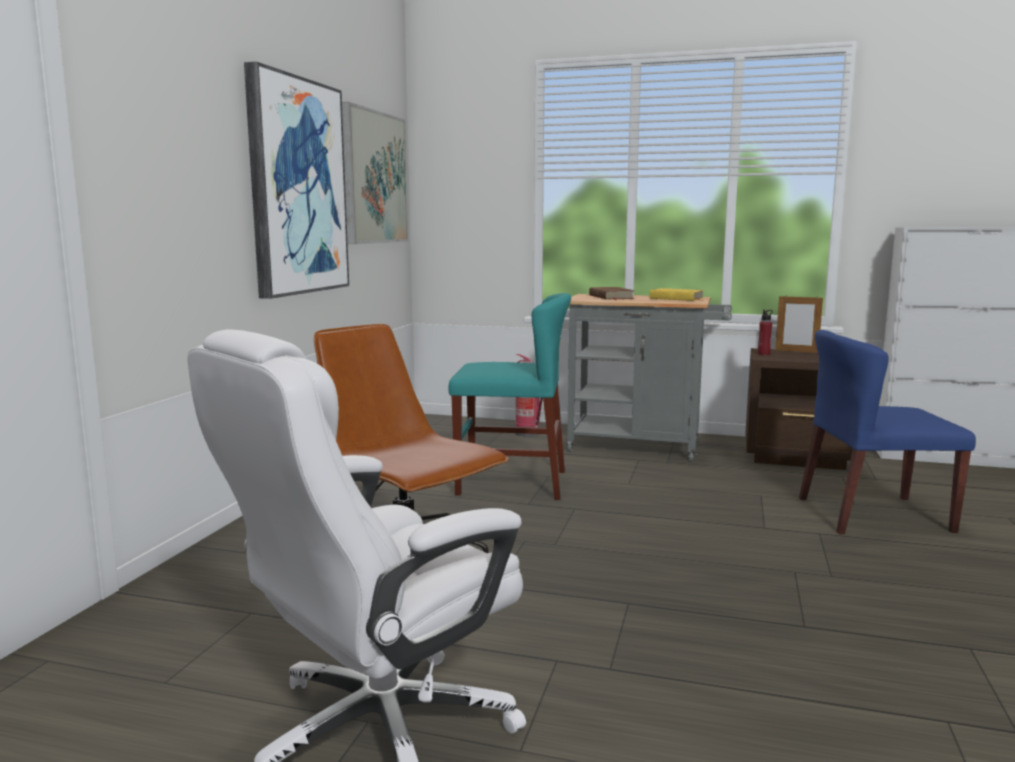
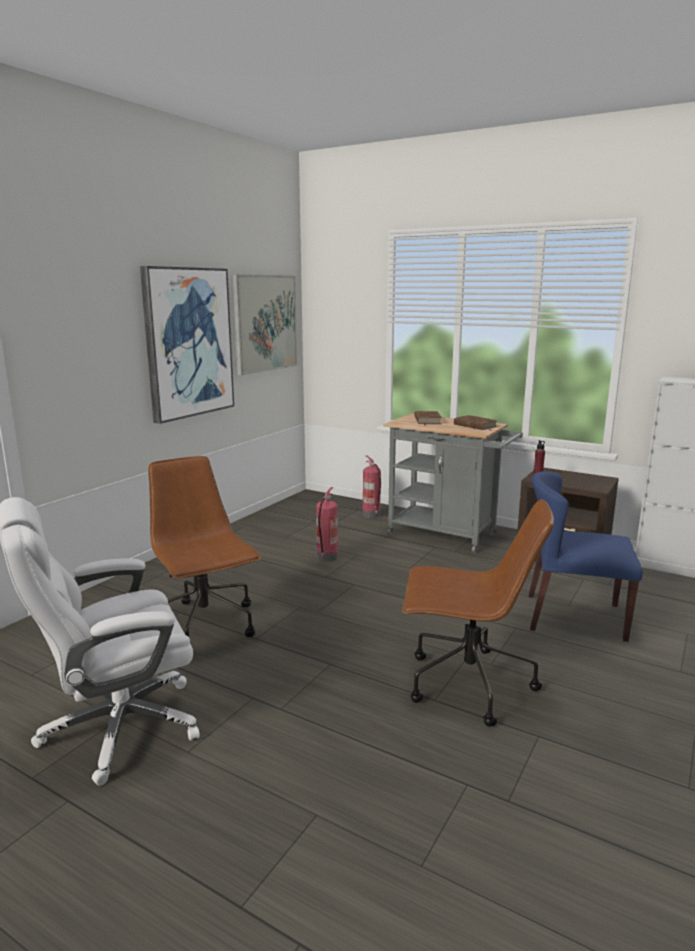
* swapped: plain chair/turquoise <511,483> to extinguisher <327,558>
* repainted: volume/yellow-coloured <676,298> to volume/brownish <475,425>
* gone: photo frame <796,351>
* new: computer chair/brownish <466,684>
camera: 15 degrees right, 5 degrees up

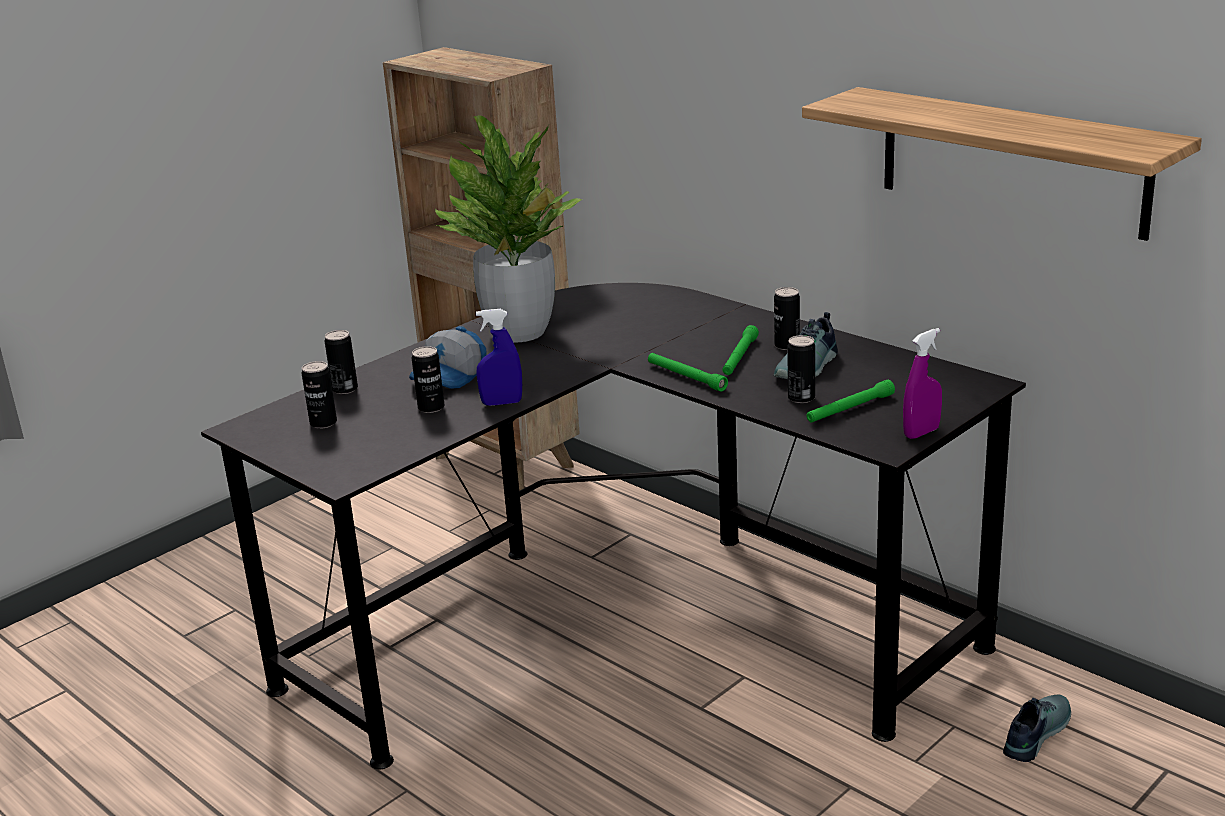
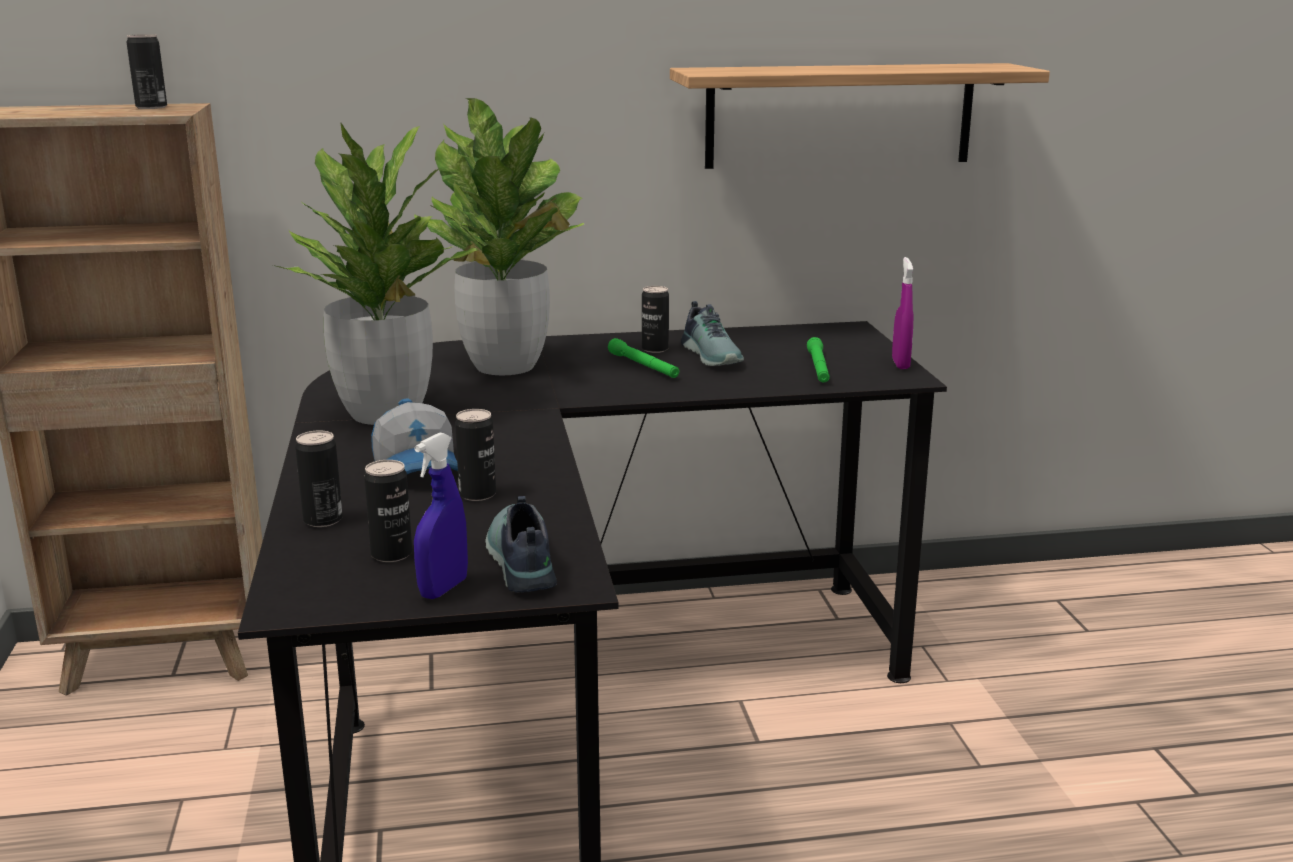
* shifted: sprayer/blue-coloured <502,403> to <443,588>
* gone: flashlight/green-coloured <686,377>
* shifted: metal can <801,398> to <151,107>
* shifted: item of footwear <1033,733> to <519,560>
* new: houseplant <506,366>
camera: 55 degrees left, 5 degrees down

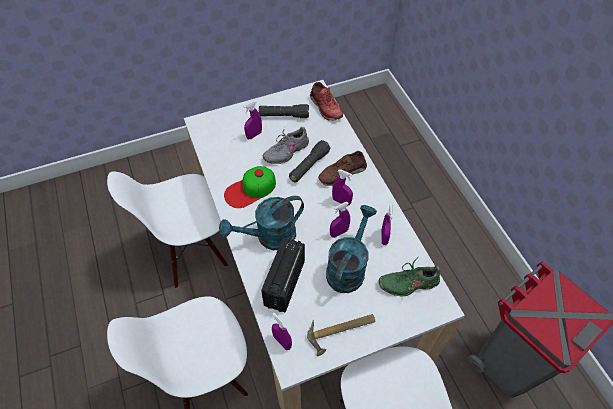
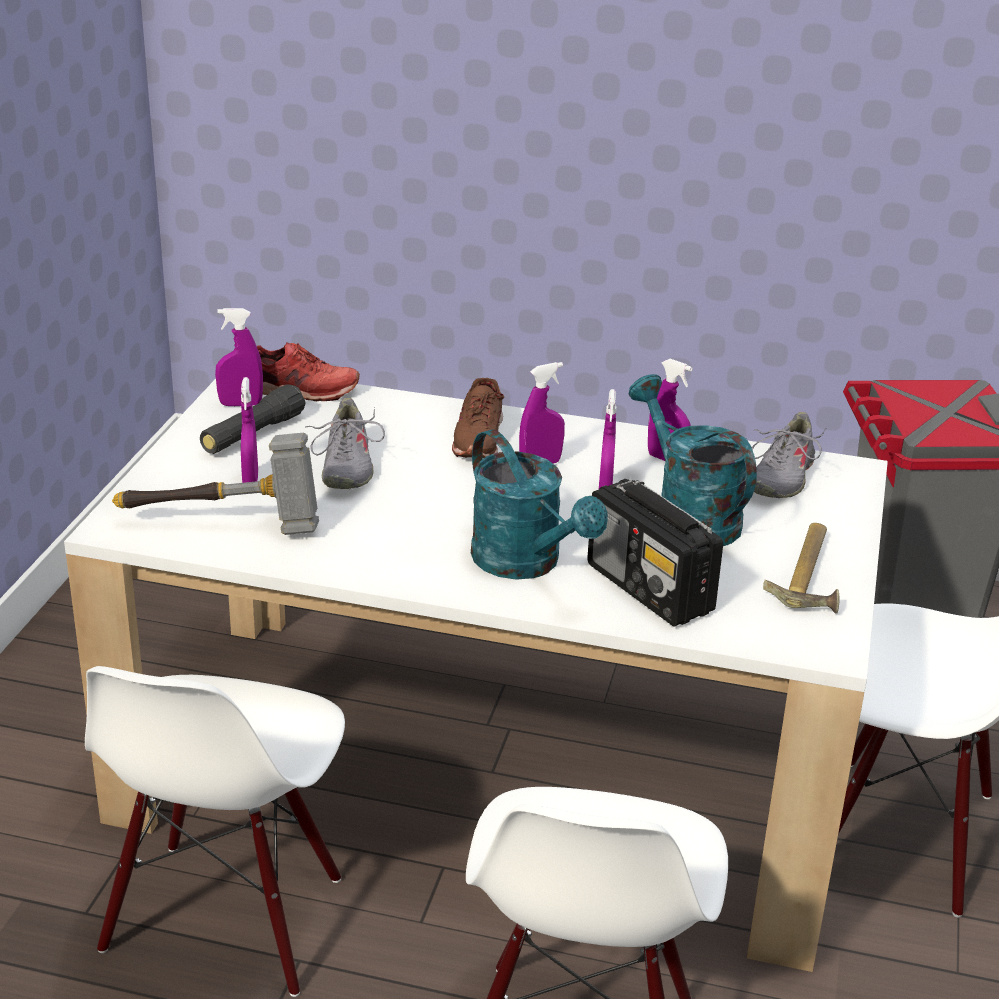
* rotated: sprinkling can/turquoise <269,237> = <526,564> 45 degrees counterclockwise
* gone: cap <250,189>
* shifted: sprayer/purplish <282,341> to <240,404>
* gone: flashlight/black-coloured <309,166>
* repainted: item of footwear/green-coloured <408,283> to item of footwear/greyish <780,477>
* new: hand hammer <226,526>
camera: 55 degrees left, 25 degrees down

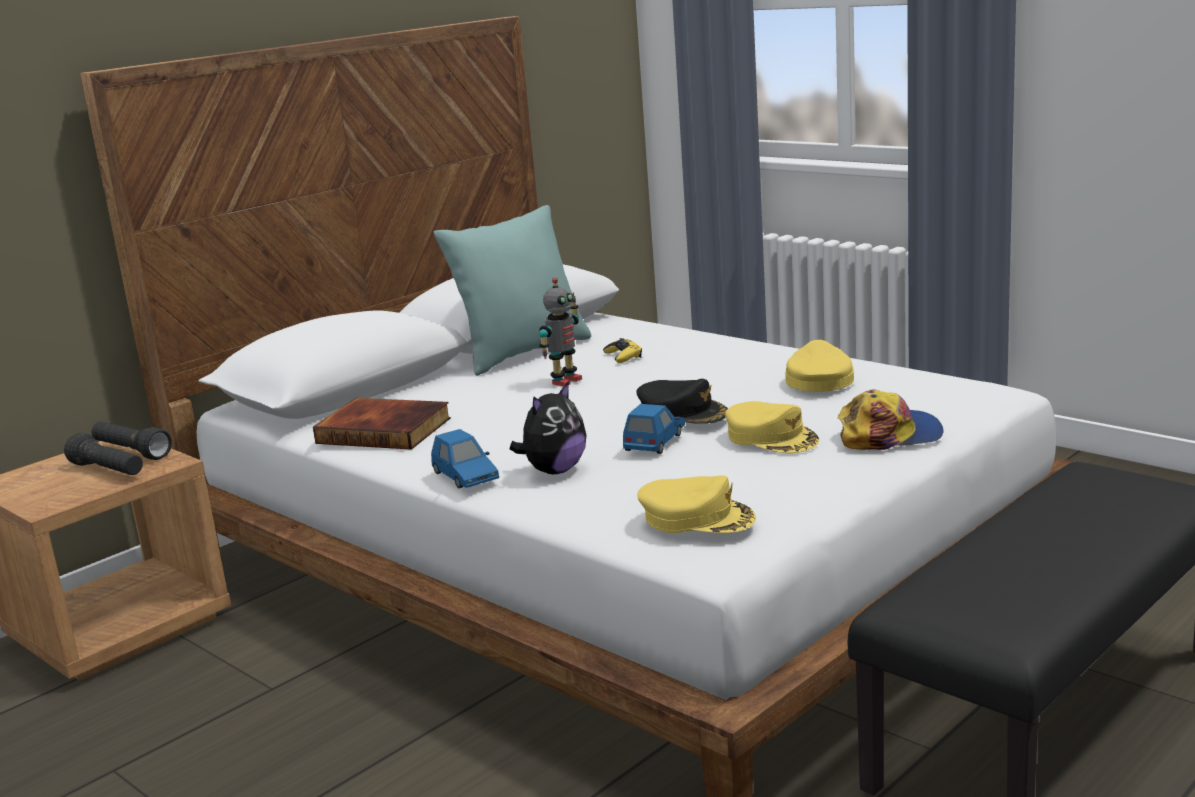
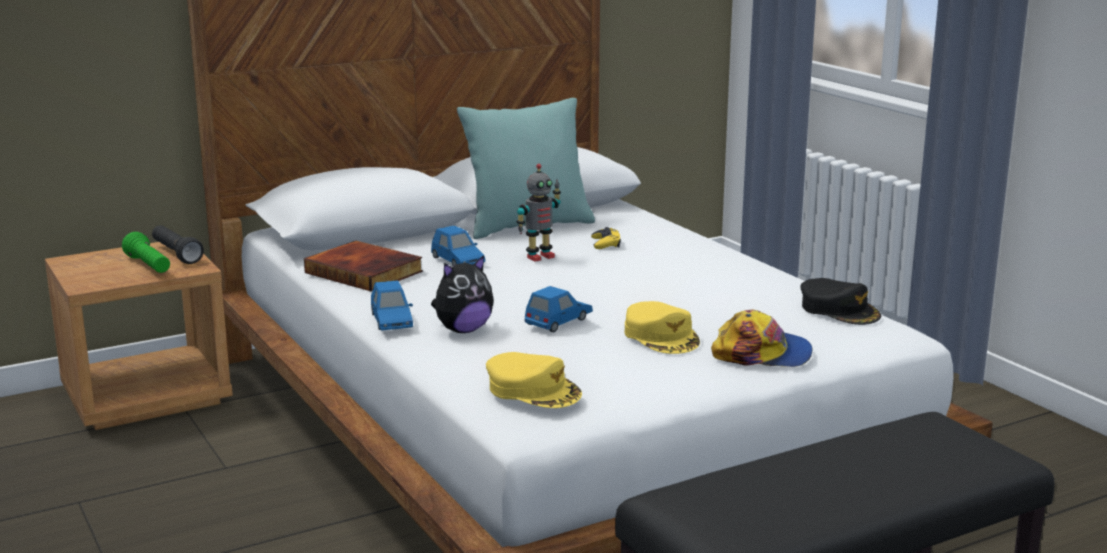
* repainted: flashlight/black-coloured <108,471> to flashlight/green-coloured <149,266>
* shifted: cap/black-coloured <683,412> to <839,310>
* gone: cap/yellow-coloured <818,380>
* new: model car/blue-coloured <457,261>
camera: 15 degrees right, 0 degrees up

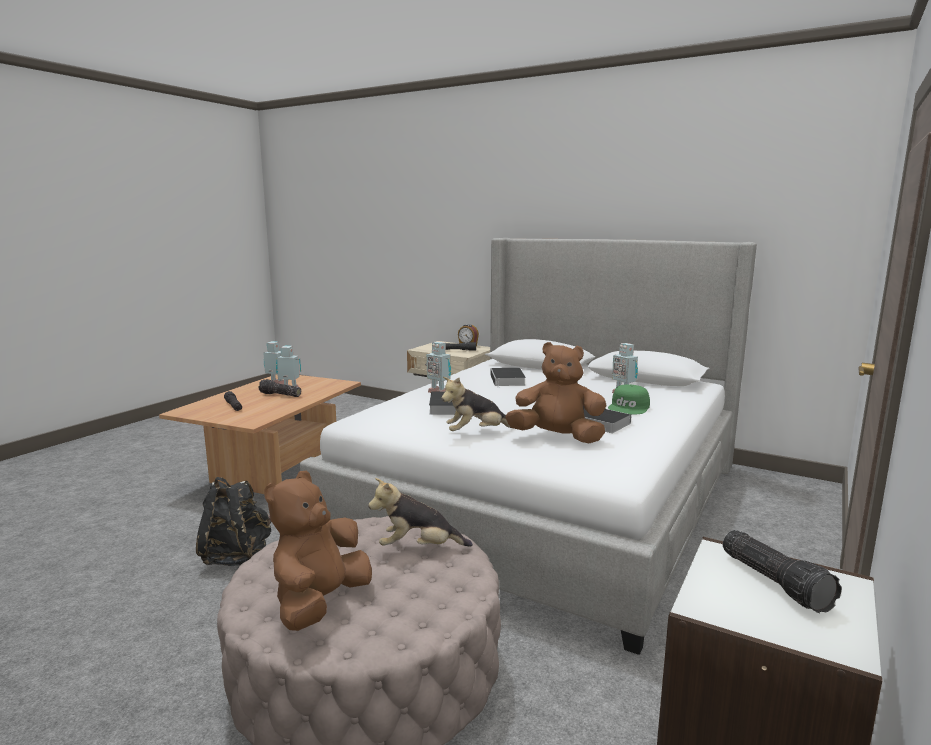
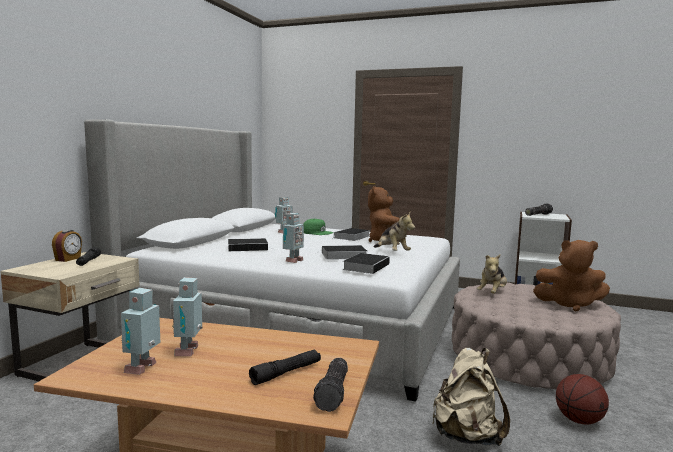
* repainted: knapsack/black-coloured <237,557> to knapsack/sand-coloured <467,436>
* shifted: flashlight <279,395> to <334,393>
* rotated: plush toy <418,548> = <492,293> 45 degrees clockwise
* new: volume <366,266>
* new: basketball ball <579,420>
camera: 100 degrees left, 5 degrees down

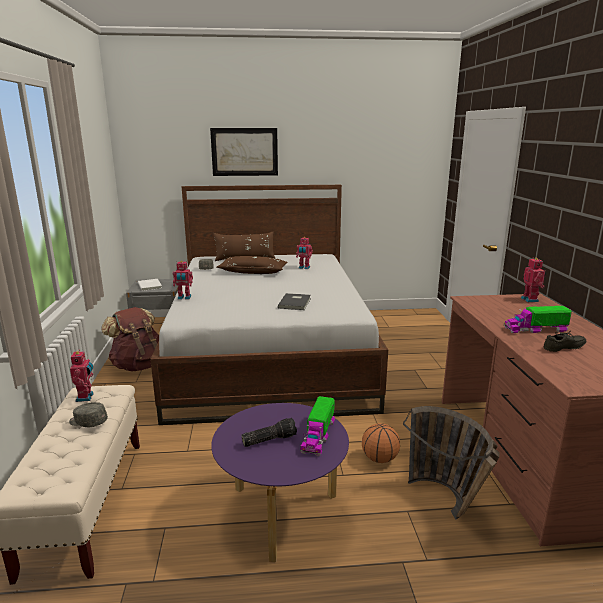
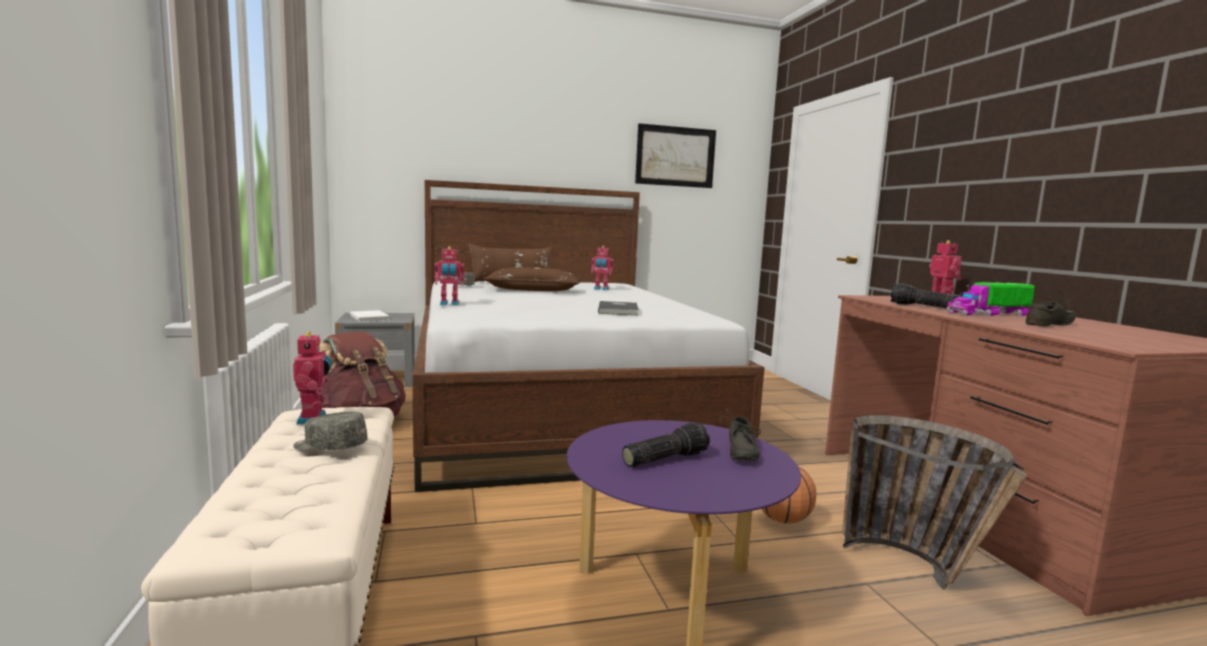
* shifted: wall art <244,152> to <675,156>
* swapped: model truck <318,435> to item of footwear/greyish <739,452>
* new: flashlight <922,307>
camera: 10 degrees left, 10 degrees down

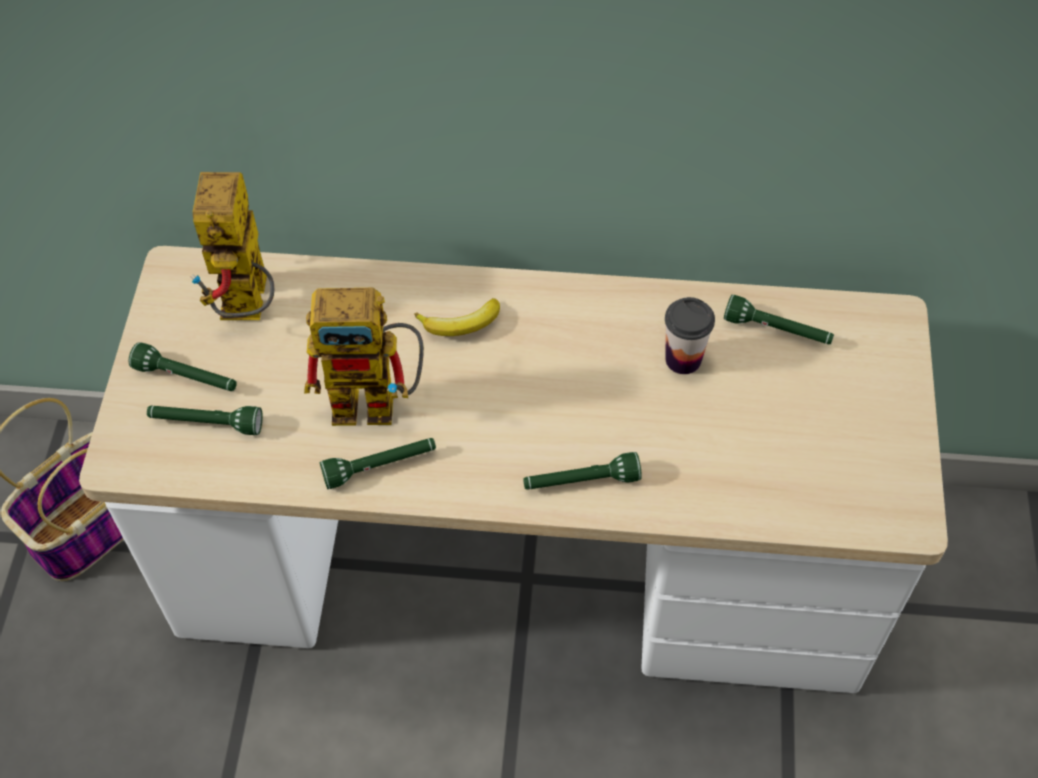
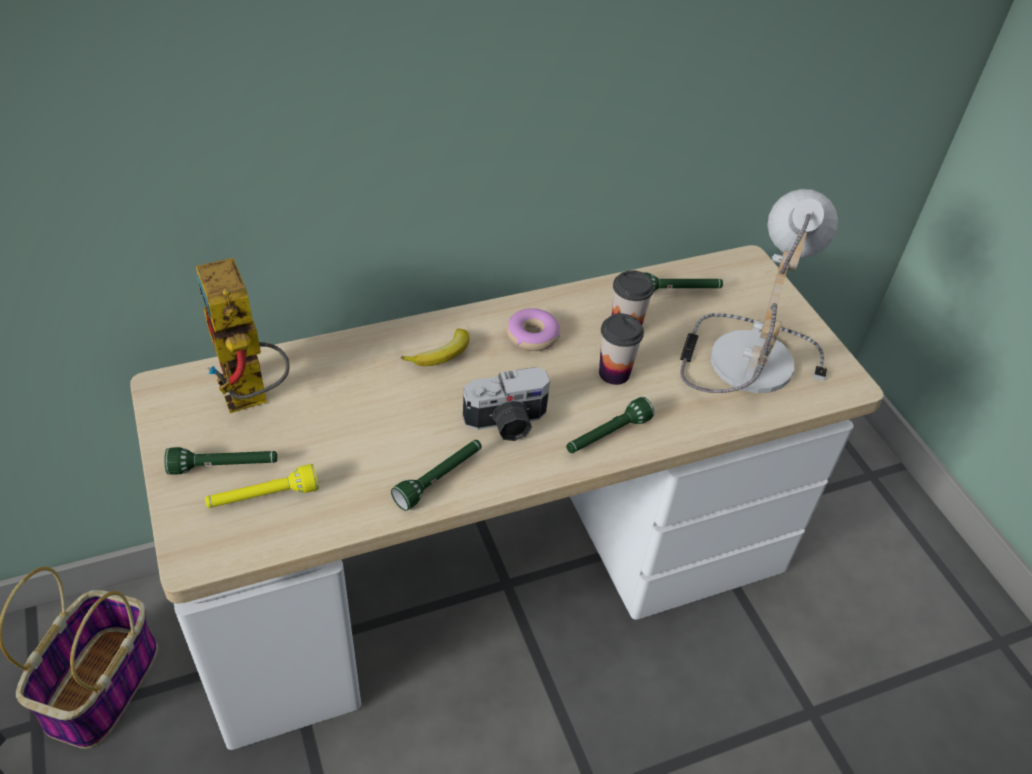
* repainted: flashlight/green-coloured <206,423> to flashlight/yellow-coloured <263,497>
* gone: model robot <378,400>
* new: photo camera <507,423>
* new: donut <532,336>
* new: drinking cup <614,373>
* new: tabletop lamp <744,357>
camera: 30 degrees left, 10 degrees down

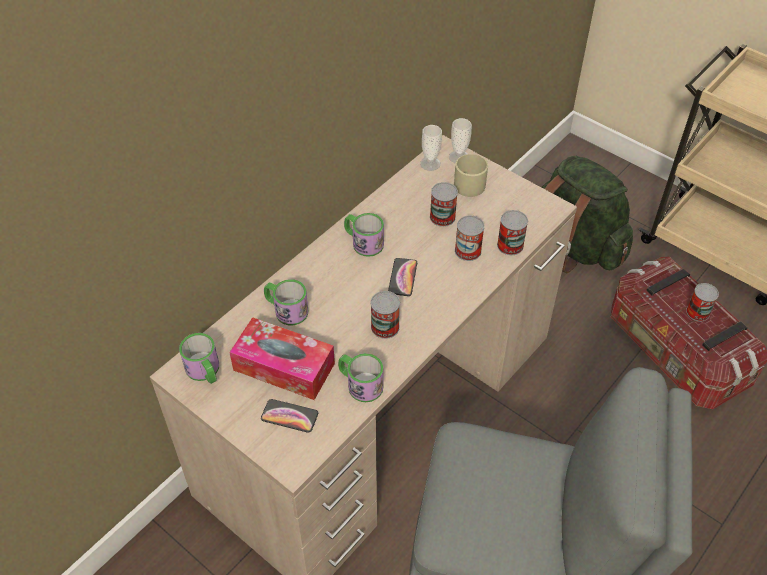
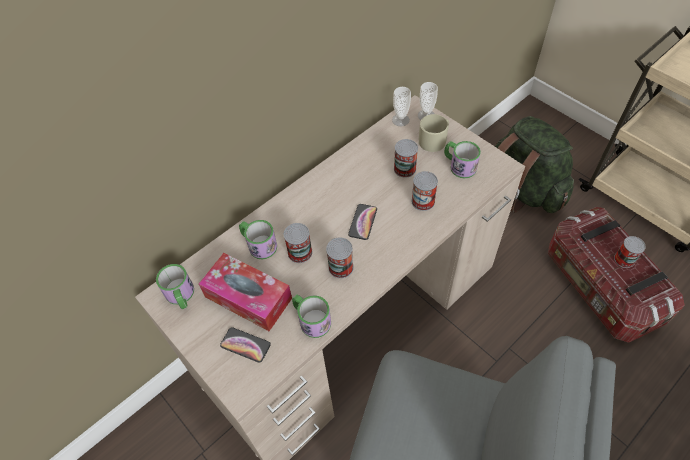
* shifted: coffee mug <363,242> to <459,165>
* shifted: metal can <510,245> to <300,252>
camera: 10 degrees right, 5 degrees up

